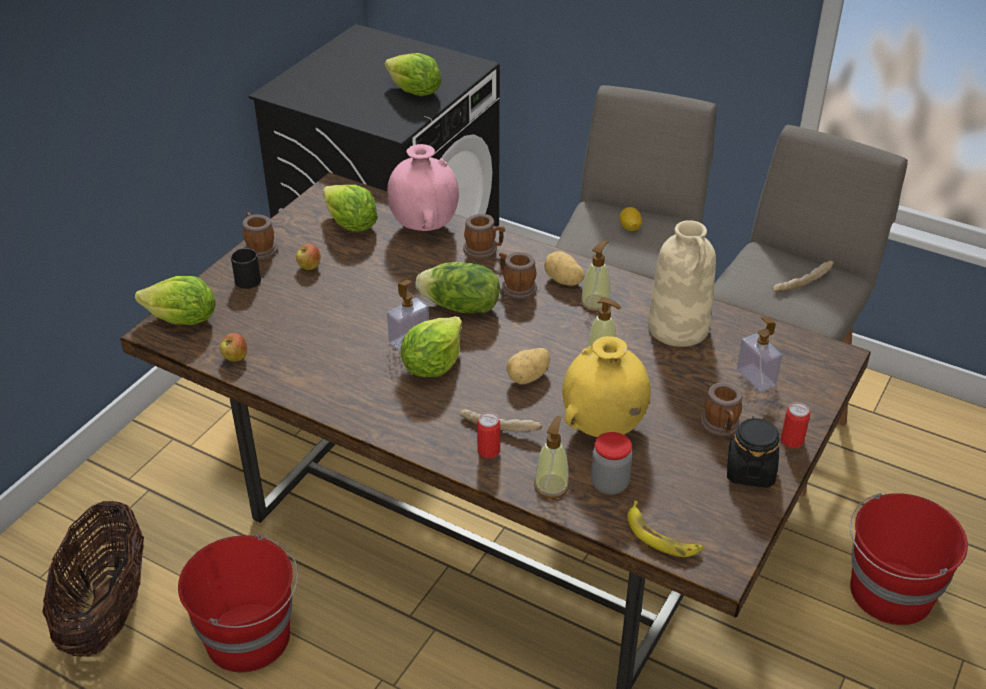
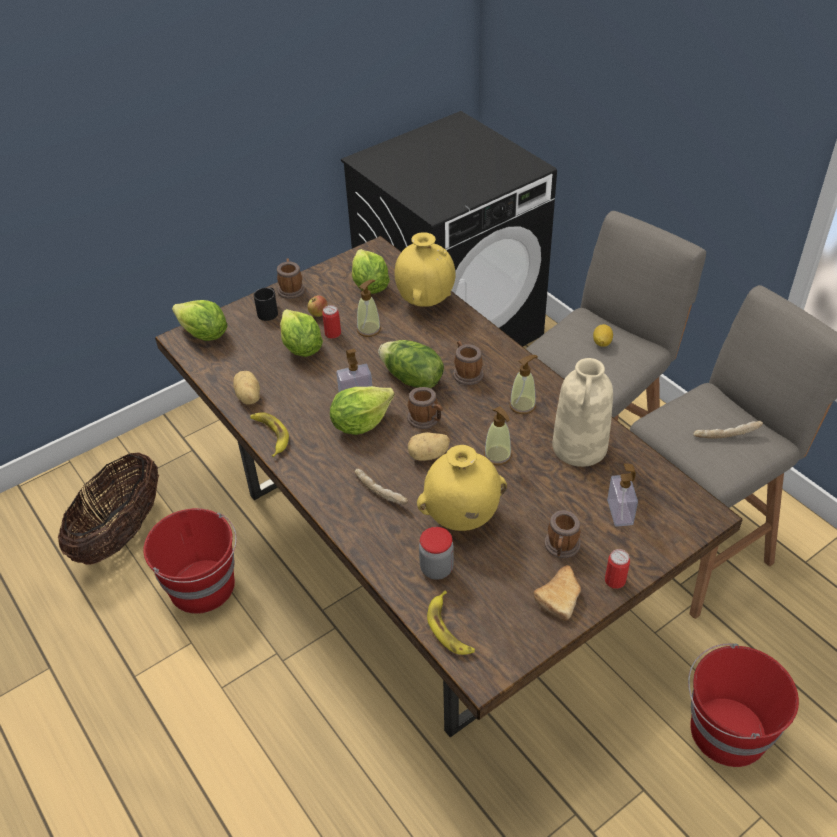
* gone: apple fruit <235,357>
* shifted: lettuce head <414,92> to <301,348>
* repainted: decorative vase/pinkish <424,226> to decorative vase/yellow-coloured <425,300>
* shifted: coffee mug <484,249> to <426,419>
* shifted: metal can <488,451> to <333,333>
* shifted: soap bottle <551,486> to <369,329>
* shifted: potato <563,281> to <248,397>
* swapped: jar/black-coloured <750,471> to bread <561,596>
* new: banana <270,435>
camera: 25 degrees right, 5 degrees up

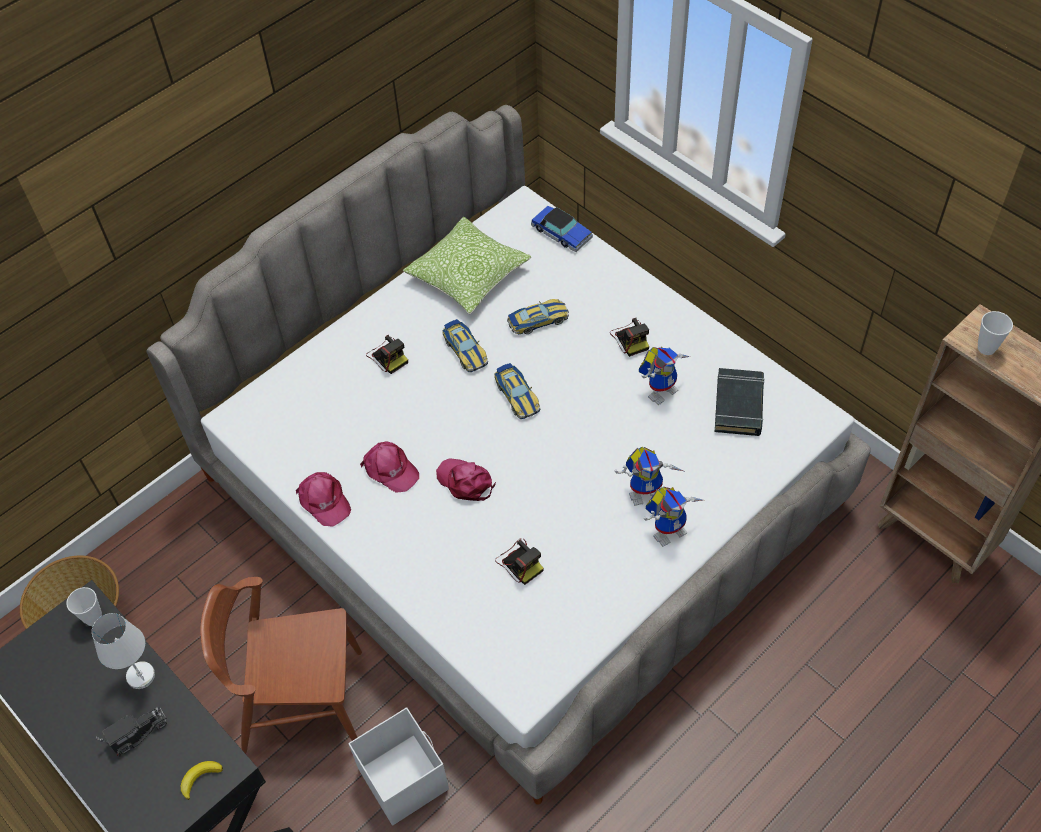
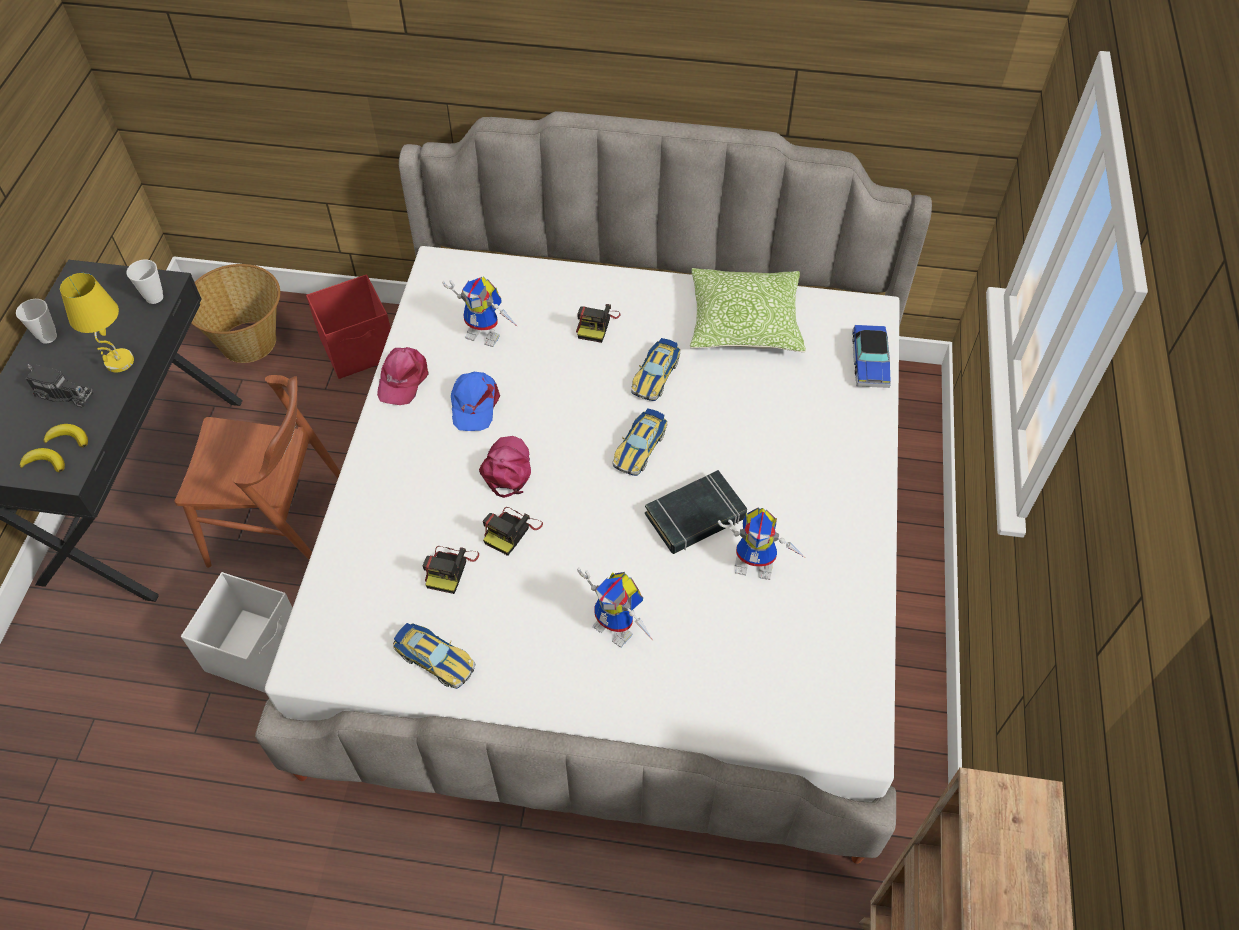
* repainted: tabletop lamp/white-coloured <141,676> to tabletop lamp/yellow-coloured <119,362>
* rotated: plain chair/brownish <302,701> = <280,525> 135 degrees clockwise
* repainted: cap/pinkish <390,469> to cap/blue-coloured <474,404>
* shifted: model car <538,320> to <435,659>
* shifted: photo camera <630,338> to <511,531>
* shifted: model robot <669,529> to <487,334>
* shifted: volume/black-coloured <739,405> to <695,516>
* shifted: drinking cup <986,348> to <48,337>
* new: banana <68,438>
* new: storage box/red <360,349>
camera: 50 degrees right, 0 degrees up

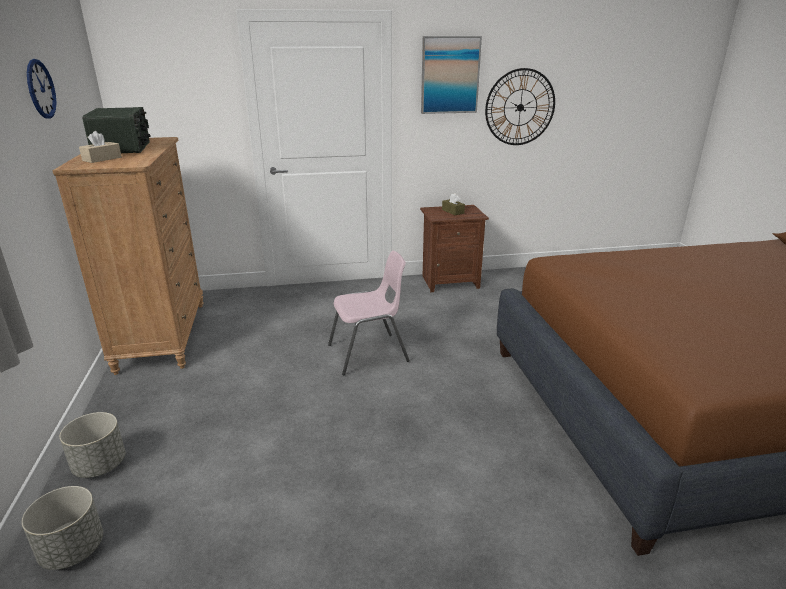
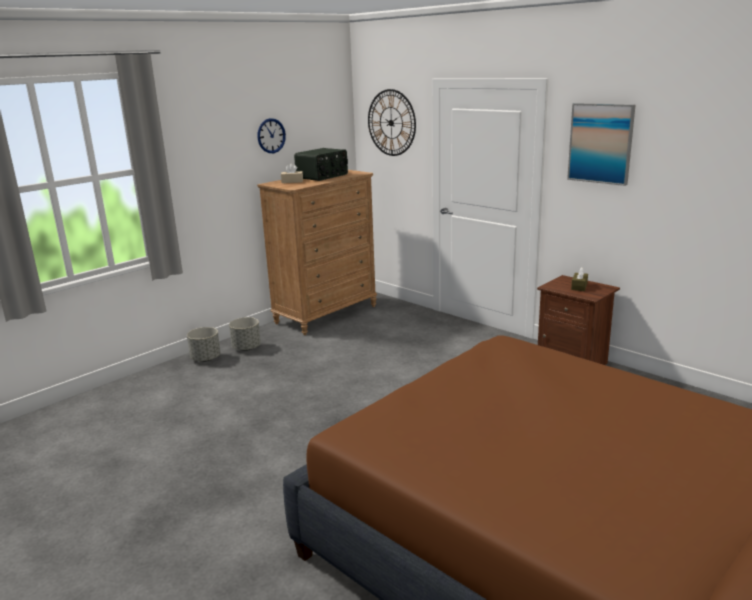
* shifted: plant pot/greyish <73,549> to <247,348>
* gone: plain chair/pinkish <369,353>
* shifted: wall clock <520,107> to <391,123>
camera: 55 degrees right, 5 degrees down

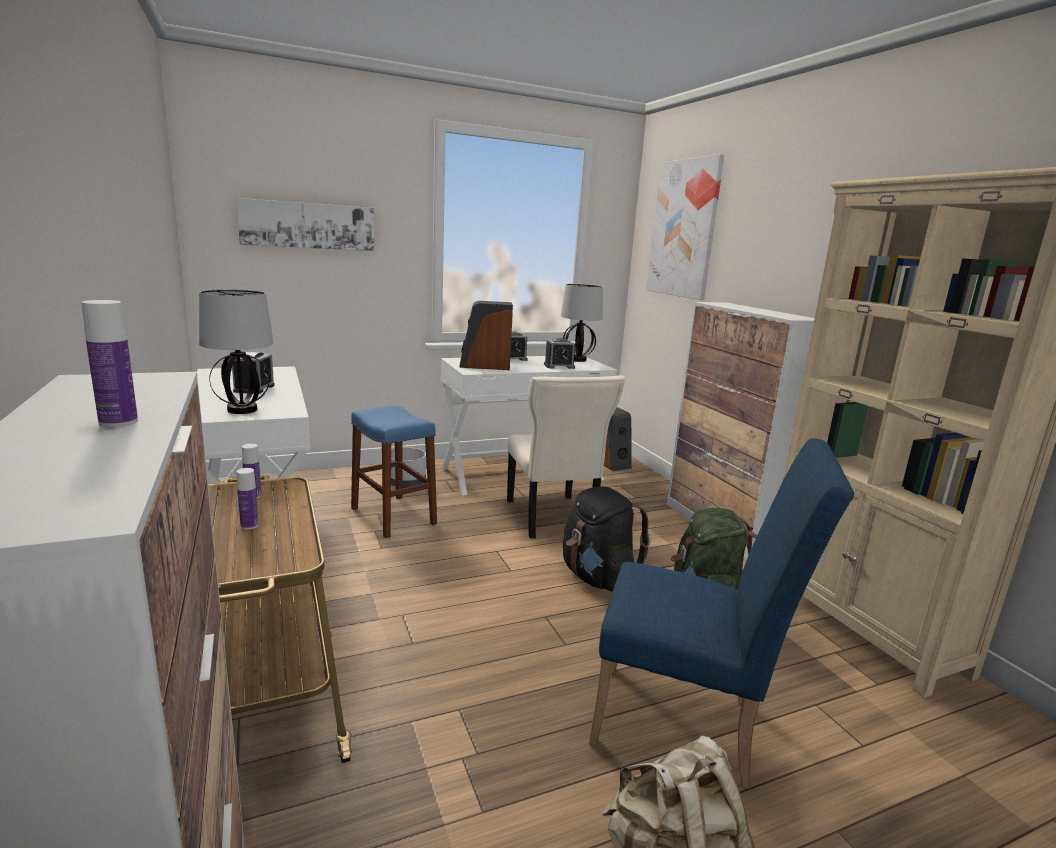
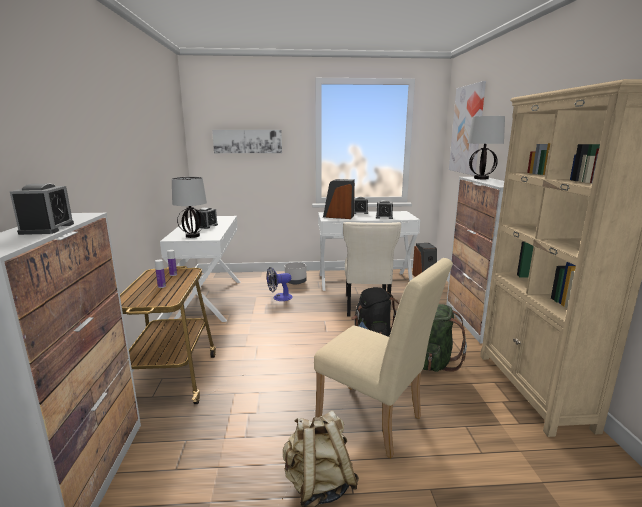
* swapped: bottle <118,422> to alarm clock <47,228>
* swapped: sitting stool/blue-coloured <393,516> to fan <279,298>
* shifted: tabletop lamp <578,360> to <481,178>
* repainted: plain chair/blue-coloured <687,726> to plain chair/sand-coloured <375,422>
camera: 20 degrees right, 0 degrees up

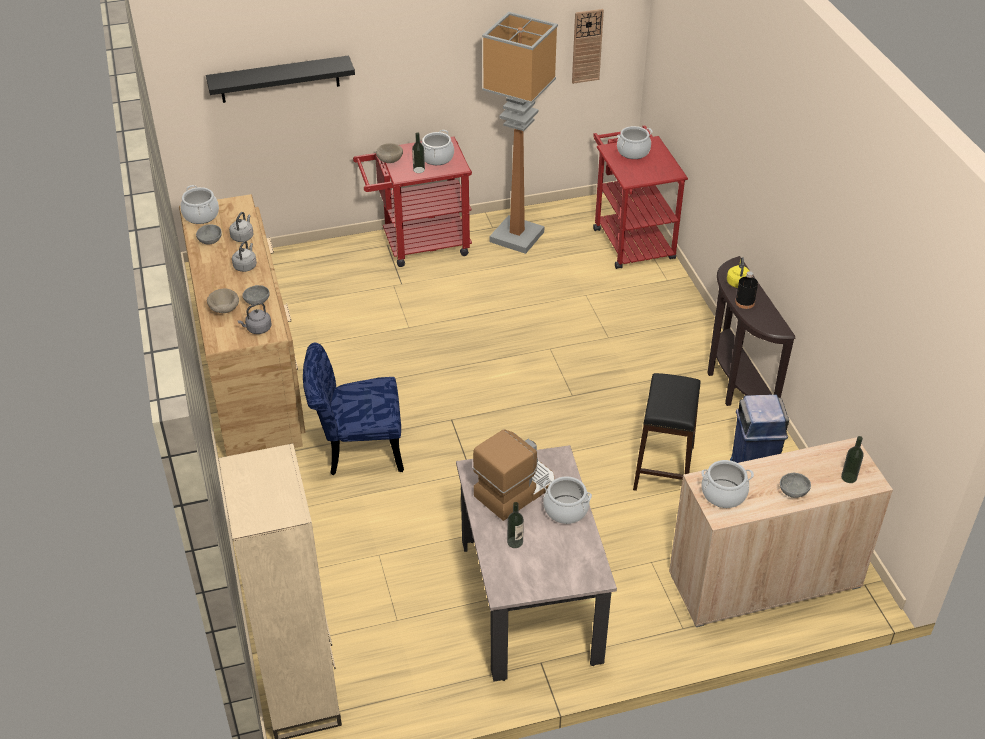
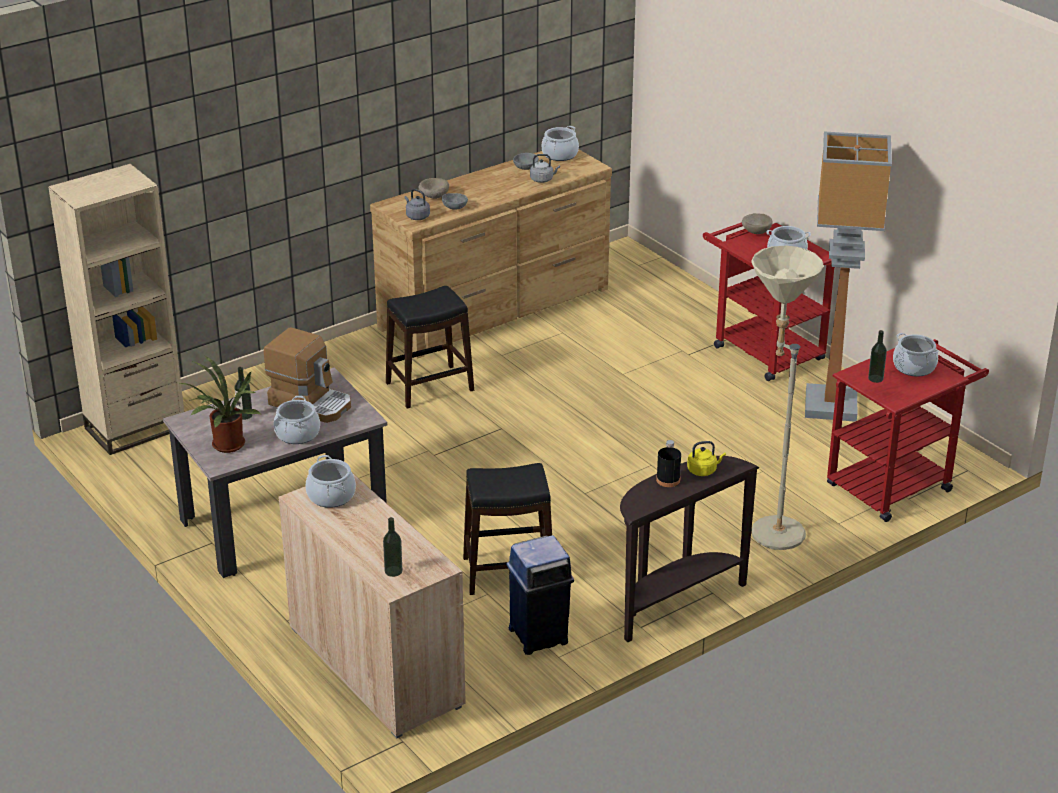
* gone: wall shelf/black-coloured <279,79>
* gone: water kettle/greyish <245,266>
* swapped: plain chair/blue-coloured <356,449> to sitting stool/black-coloured <429,386>
* shifted: bottle <419,170> to <875,378>
* gone: wall clock <587,46>
* gone: serving bowl/greyish <792,491>
* new: houseplant <226,446>
* new: floor lamp/sand-coloured <768,529>
camera: 70 degrees right, 10 degrees down

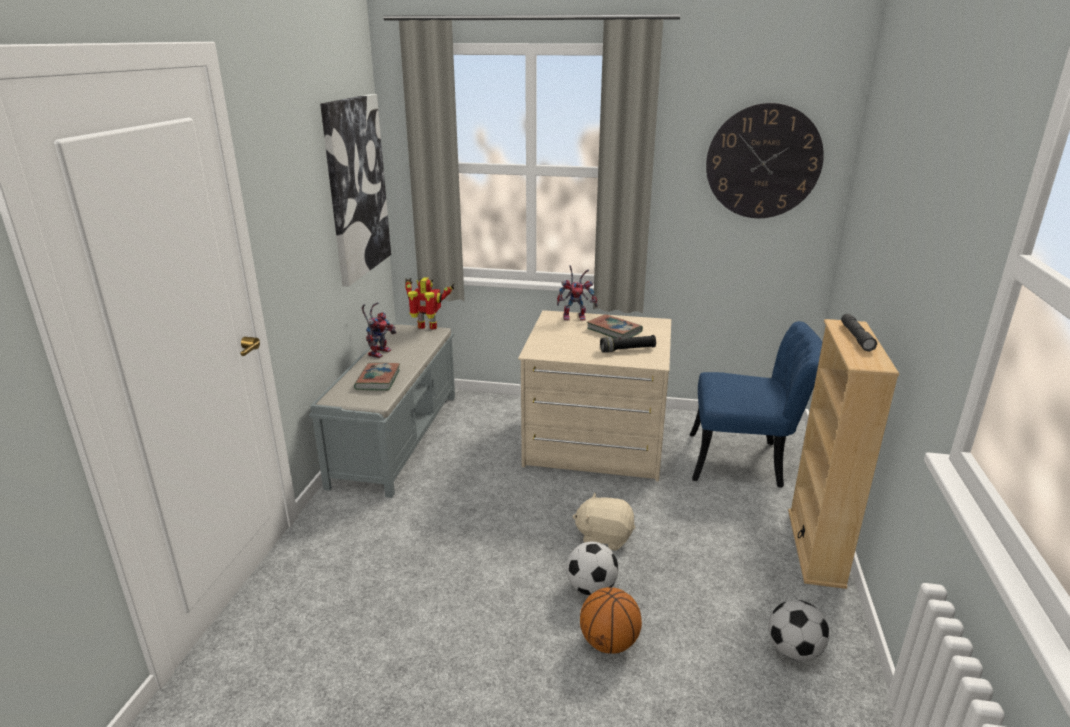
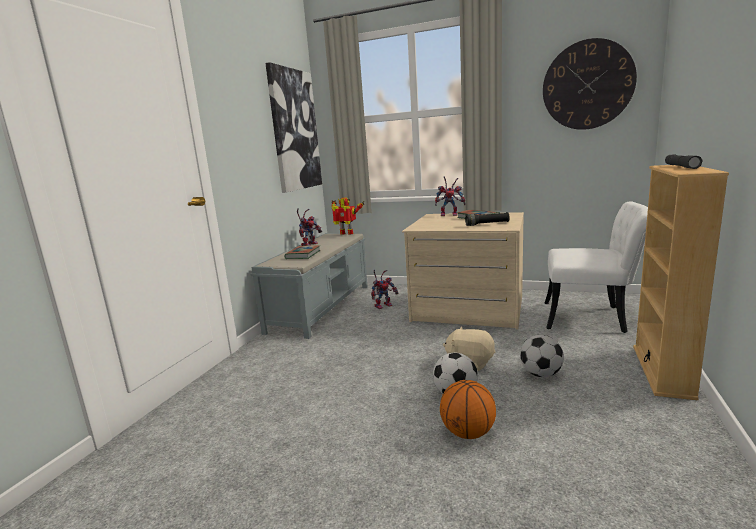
* repainted: plain chair/blue-coloured <747,462> to plain chair/white-coloured <593,318>
* shifted: ball for football <794,650> to <541,374>
* new: model robot <383,305>
camera: 10 degrees right, 10 degrees down

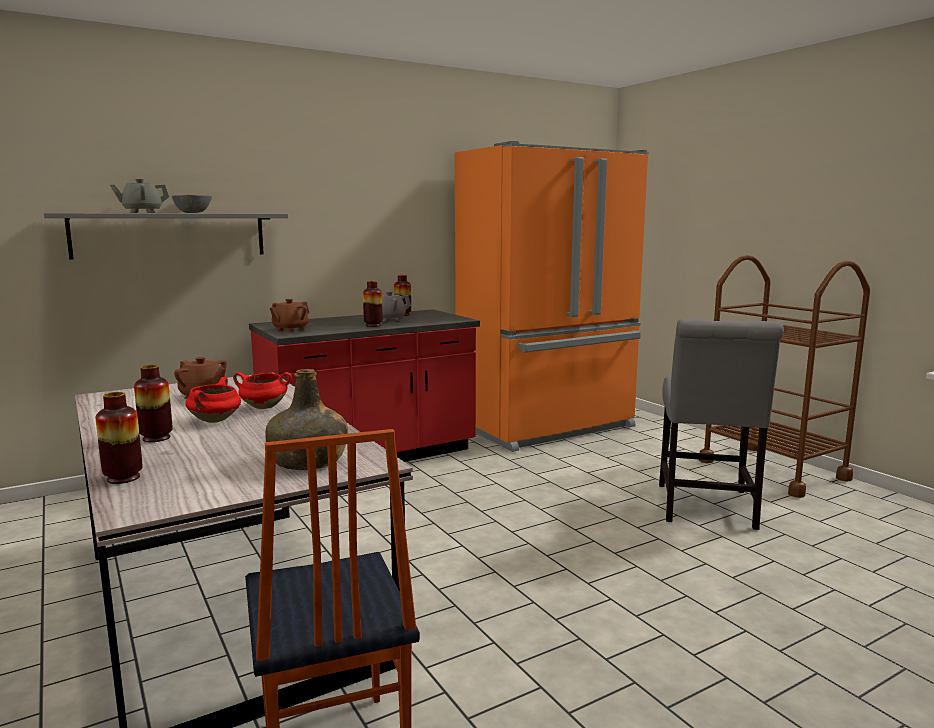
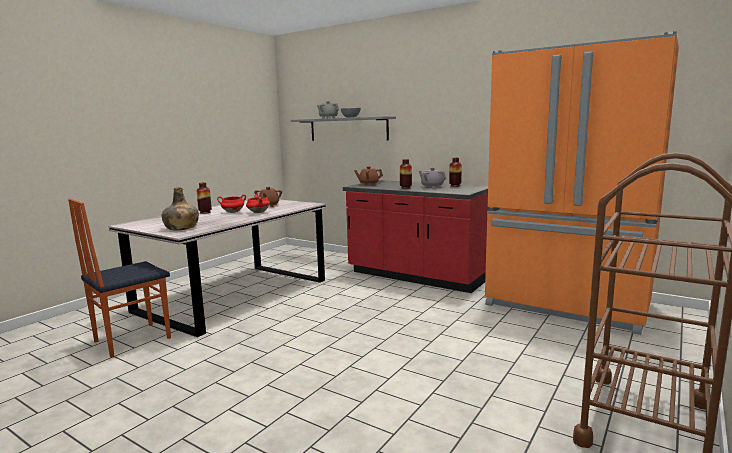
* gone: decorative vase <123,478>
* gone: plain chair/greyish <706,509>
camera: 65 degrees right, 0 degrees up

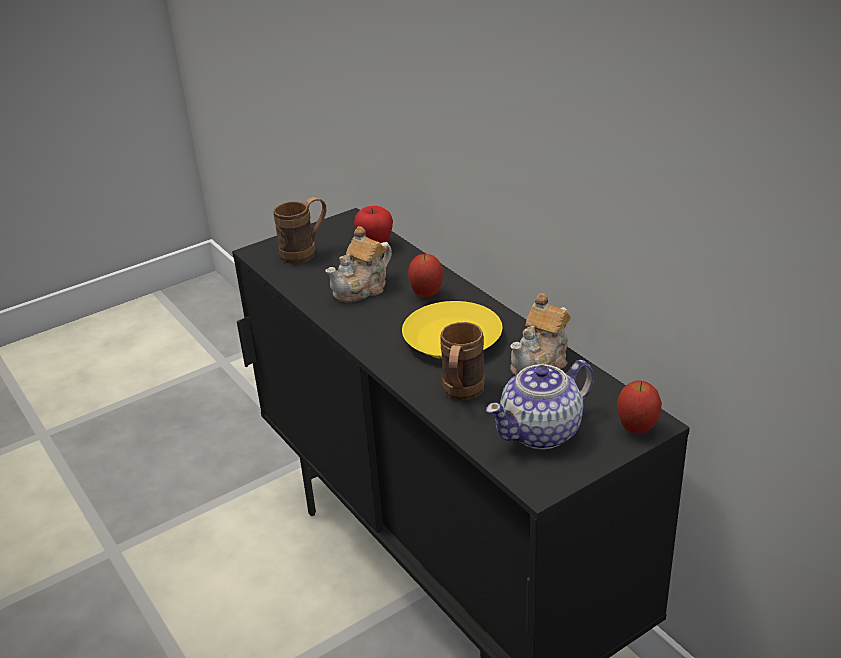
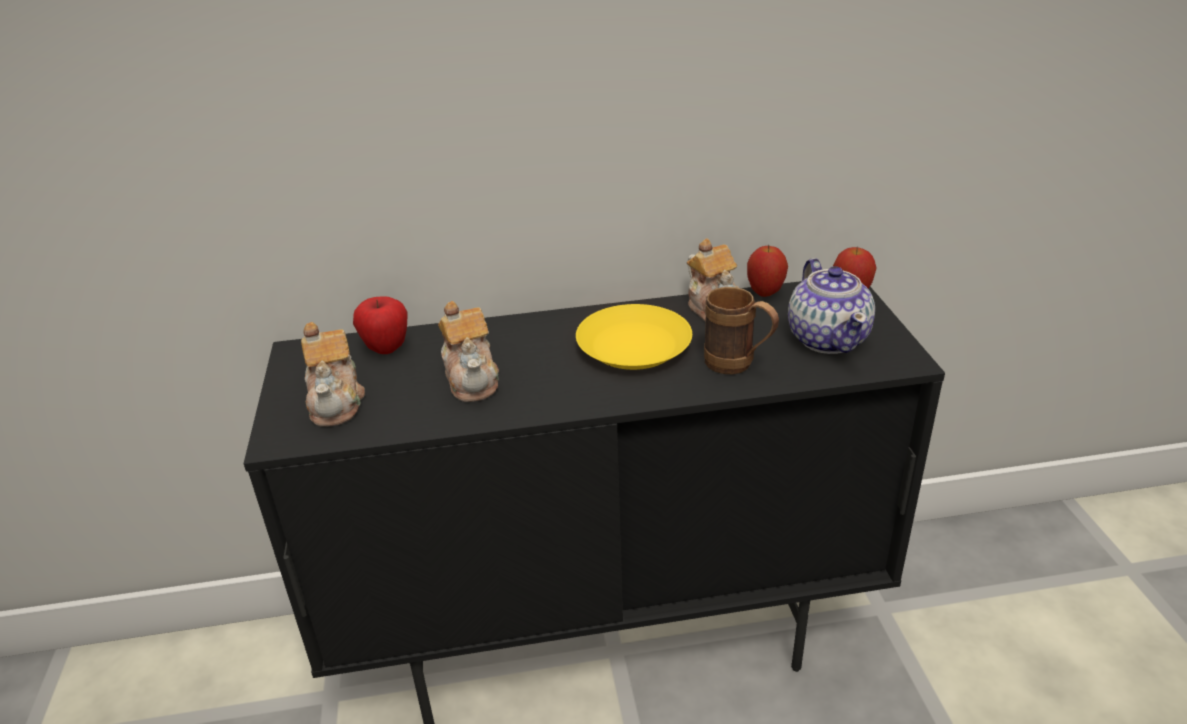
* swapped: coffee mug/brownish <306,253> to pot for tea <336,401>
* shifted: apple fruit <426,294> to <765,293>
camera: 65 degrees left, 0 degrees up

